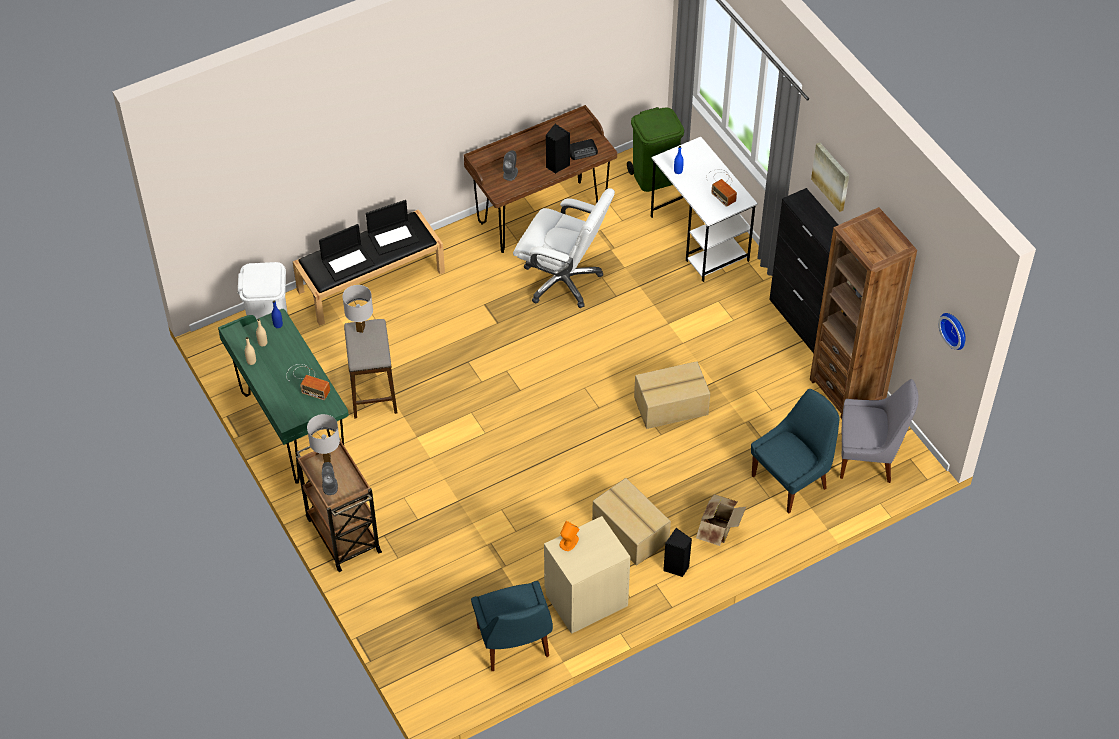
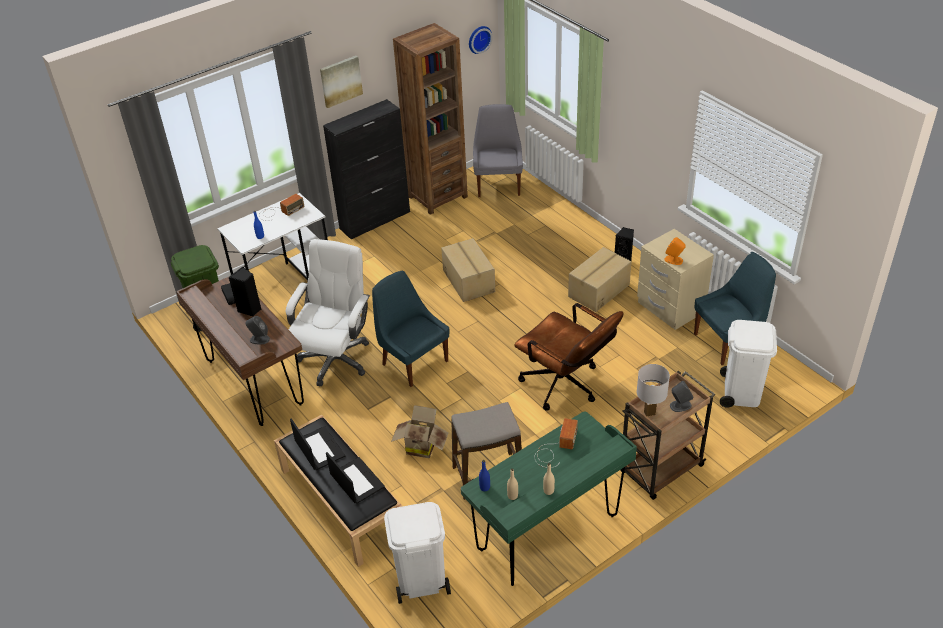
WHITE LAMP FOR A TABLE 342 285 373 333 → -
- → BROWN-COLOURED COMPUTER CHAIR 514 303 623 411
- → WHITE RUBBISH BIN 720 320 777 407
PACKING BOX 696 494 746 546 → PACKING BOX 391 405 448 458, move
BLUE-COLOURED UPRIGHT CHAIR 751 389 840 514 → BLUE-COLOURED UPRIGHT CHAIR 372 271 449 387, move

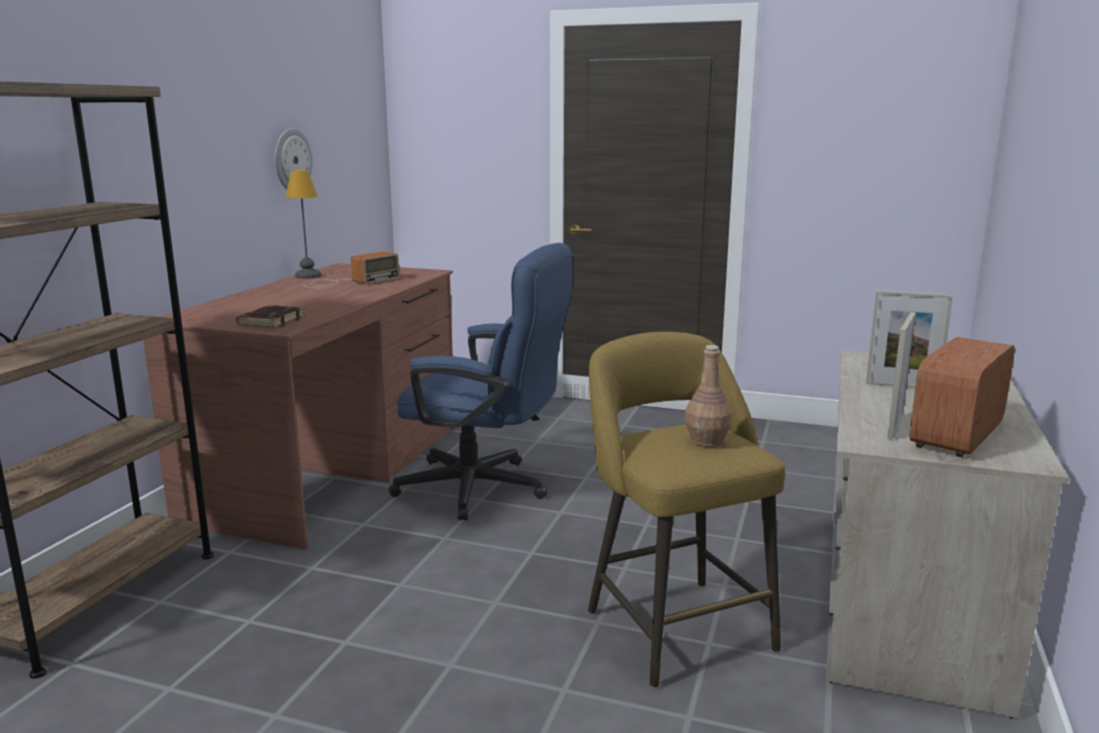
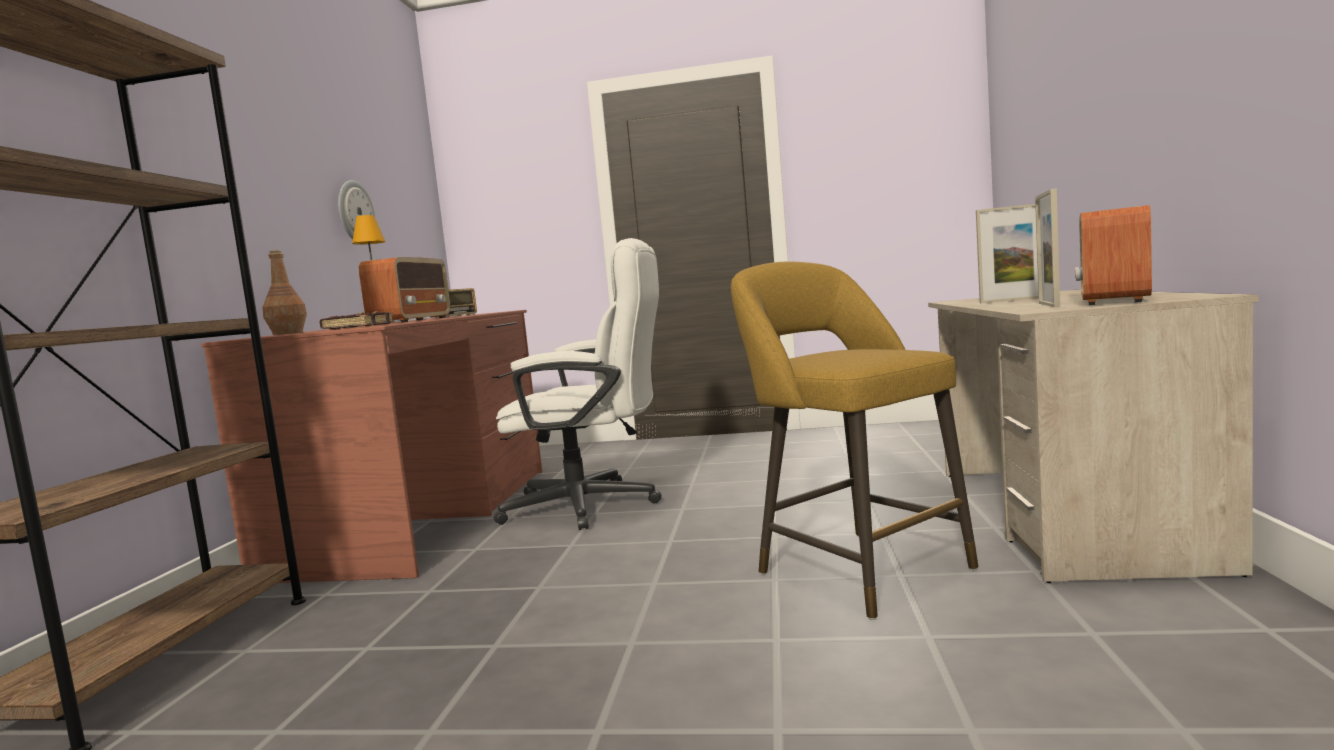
- → RADIO RECEIVER 359 257 450 323
BROWN-COLOURED BOTTLE 685 345 732 447 → BROWN-COLOURED BOTTLE 262 250 307 335, move
BLUE-COLOURED COMPUTER CHAIR 389 243 573 520 → WHITE COMPUTER CHAIR 493 238 662 530

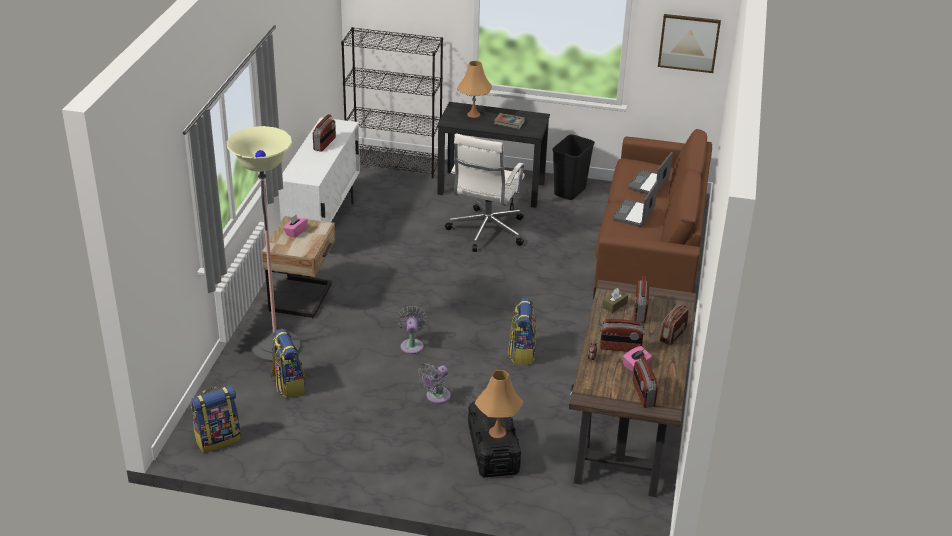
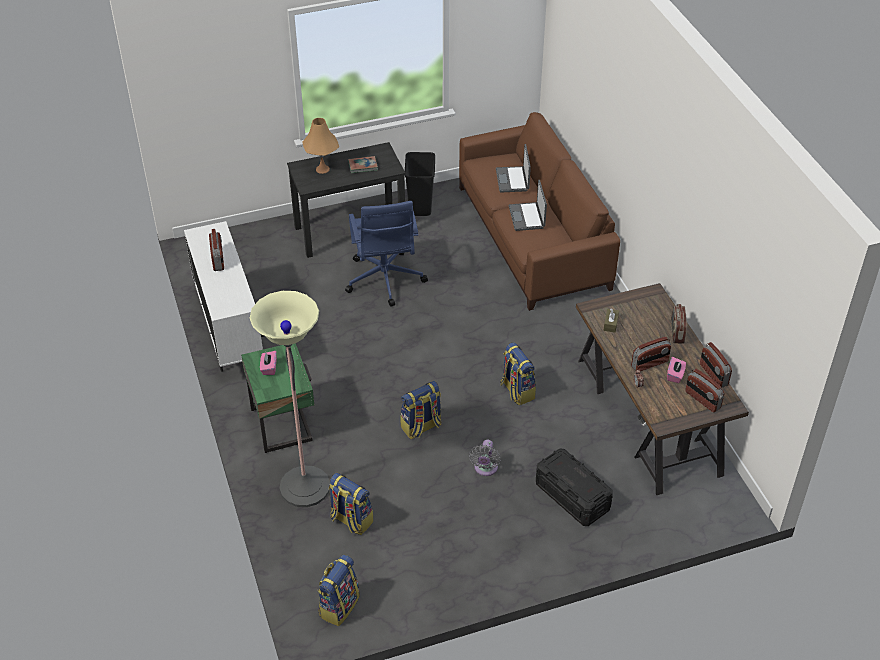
BLACK-COLOURED BOOKSHELF 341 27 443 179 → -
ORANGEY LAMP FOR A TABLE 475 370 523 438 → -
WALL ART 658 14 721 73 → -
RADIO RECEIVER 634 276 649 323 → RADIO RECEIVER 700 342 732 388, move
GREYISH FAN 396 306 428 354 → RUCKSACK 400 381 442 439
BEIGE-COLOURED NIGHT TABLE 262 216 336 318 → GREEN NIGHT TABLE 241 343 314 453
WHITE COMPUTER CHAIR 445 133 525 252 → BLUE-COLOURED COMPUTER CHAIR 345 201 428 307

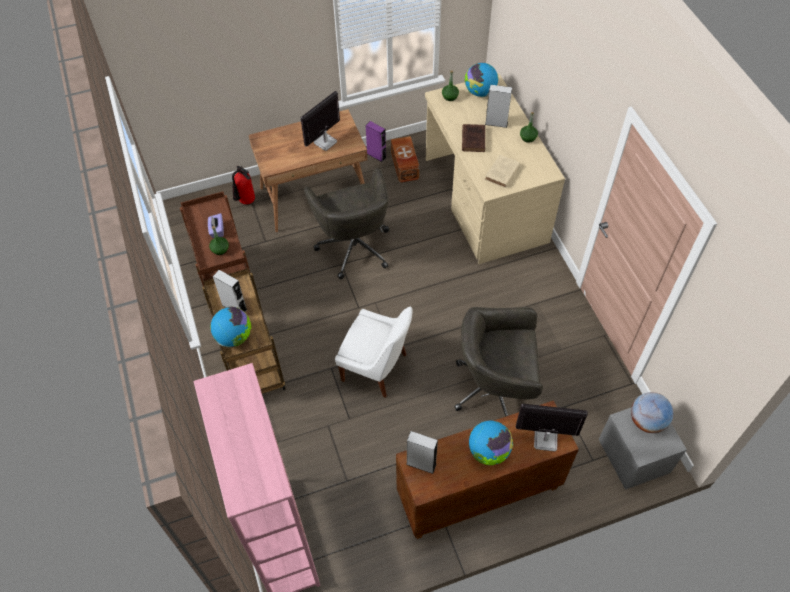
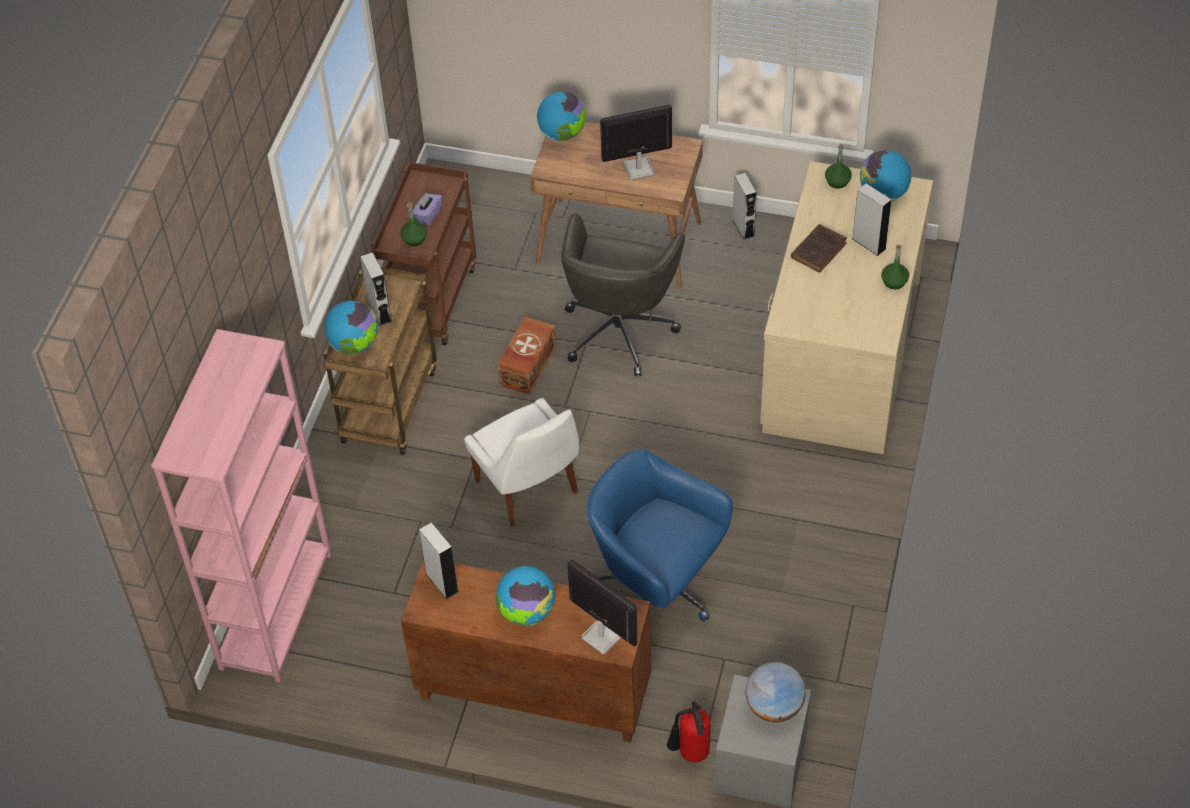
BEIGE-COLOURED VOLUME 485 155 520 188 → -
- → DESK GLOBE 537 92 586 141
EXTINGUISHER 232 166 255 205 → EXTINGUISHER 667 701 710 762, move
BROWN-COLOURED STORAGE CONTAINER 391 136 419 183 → BROWN-COLOURED STORAGE CONTAINER 498 317 556 394, move
PURPLISH AUDIO SPEAKER 366 121 386 162 → GREYISH AUDIO SPEAKER 732 173 757 240
GREYISH COMPUTER CHAIR 454 307 543 417 → BLUE-COLOURED COMPUTER CHAIR 587 449 733 622

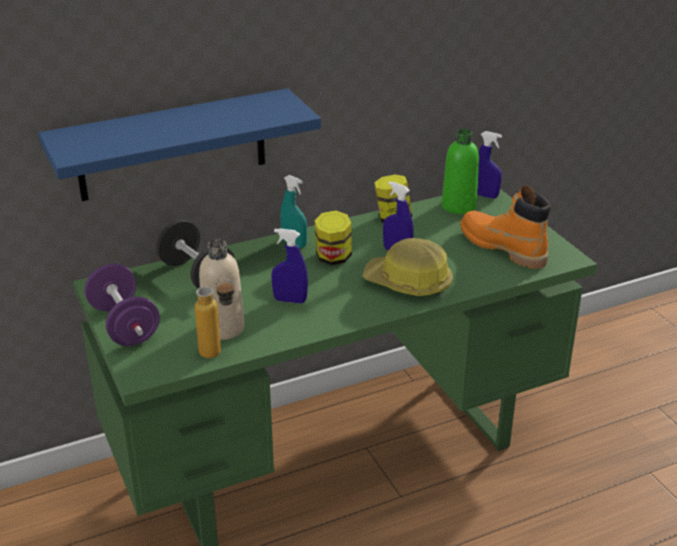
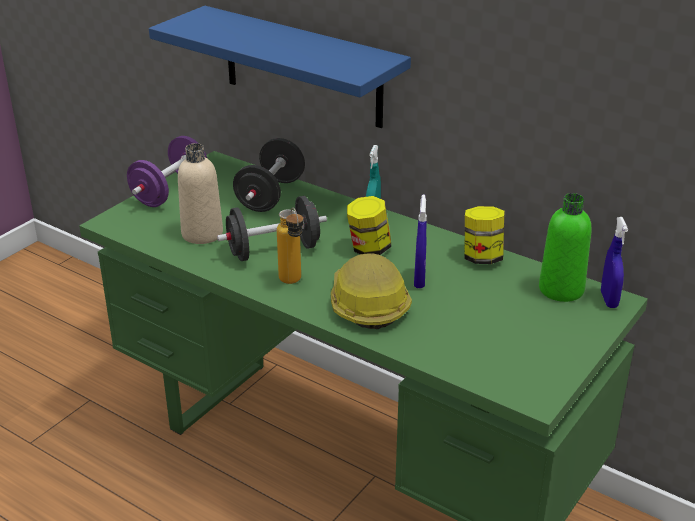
ORANGEY BOOT 460 185 551 269 → -
BOTTLE 195 279 235 358 → BOTTLE 277 208 304 284, move
BLUE-COLOURED SPRAY BOTTLE 271 228 308 303 → BLACK-COLOURED HAND WEIGHT 217 196 327 261

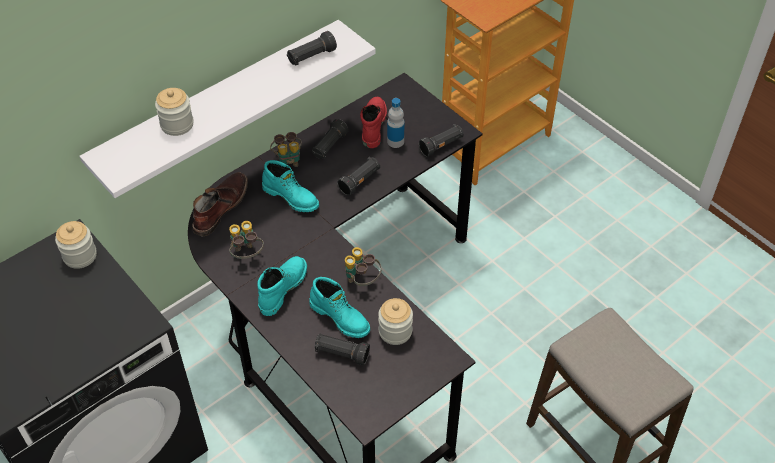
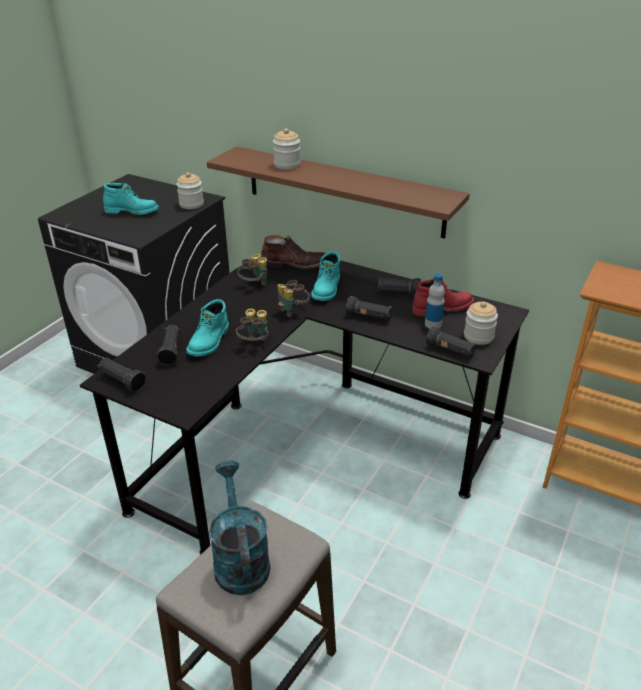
- → BLUE-GREEN SPRINKLING CAN 209 460 270 595
BLUE-GREEN BOOT 257 256 307 316 → BLUE-GREEN BOOT 103 183 159 215, move
FIELD GLASSES 270 132 302 167 → FIELD GLASSES 278 280 310 317, move
BLACK-COLOURED FLASHLIGHT 287 31 337 65 → BLACK-COLOURED FLASHLIGHT 97 358 146 392, move
JAR 378 298 413 345 → JAR 464 302 498 345, move
WHITE WALL SHELF 79 20 376 198 → BROWN-COLOURED WALL SHELF 207 146 469 239

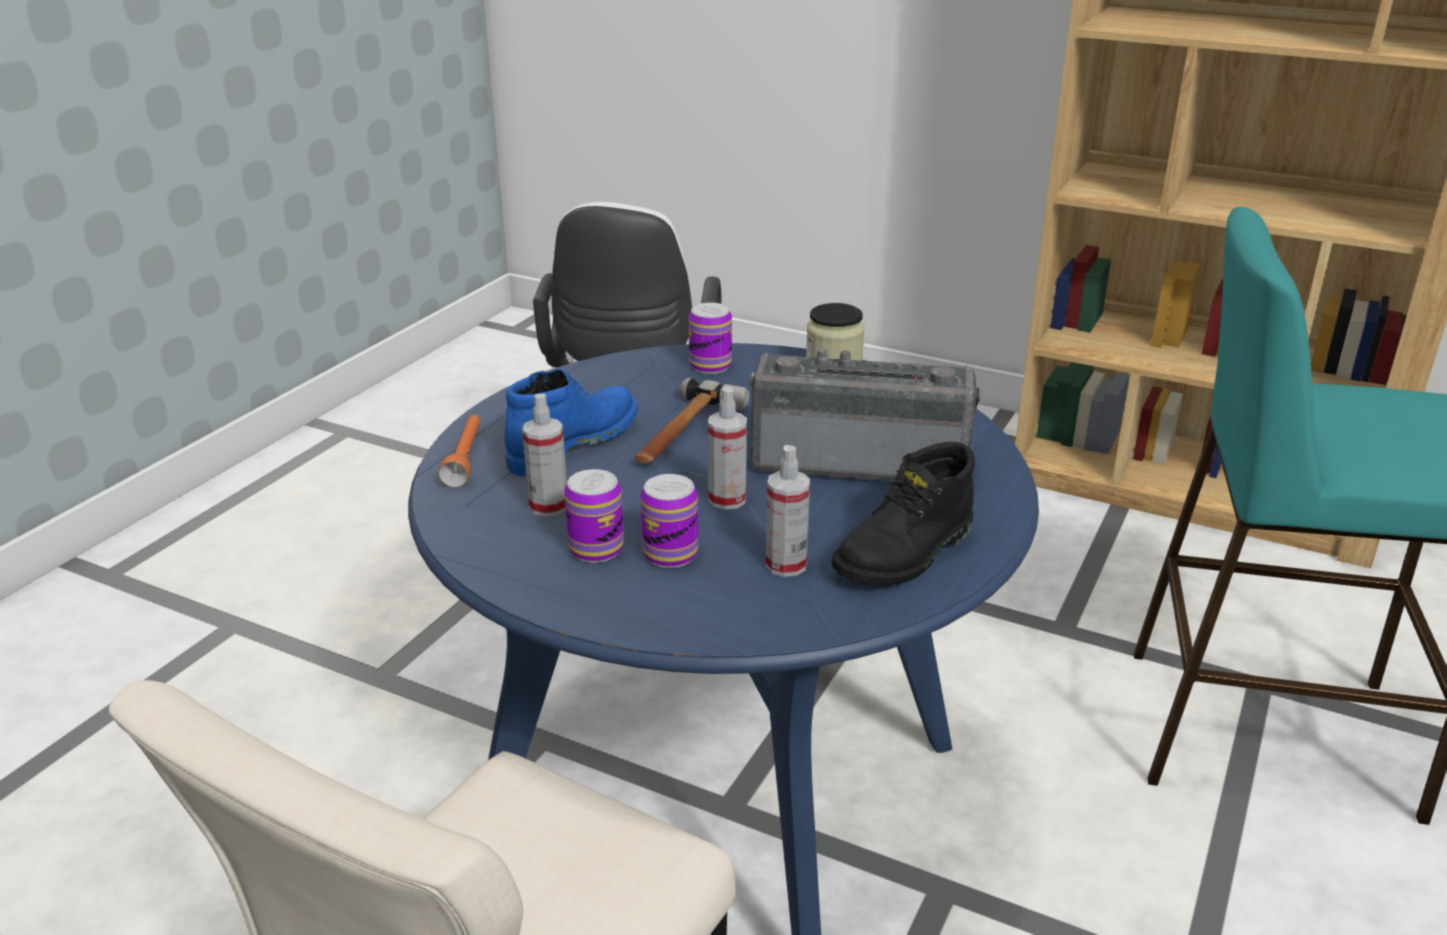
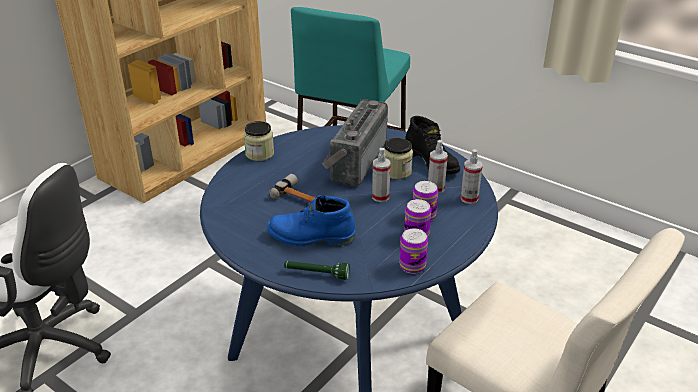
- → JAR 384 138 413 179
SPRAY BOTTLE 522 394 567 517 → SPRAY BOTTLE 461 149 483 204, move
METAL CAN 689 302 732 374 → METAL CAN 399 228 428 274, move
ORANGEY FLASHLIGHT 438 414 480 488 → GREEN FLASHLIGHT 284 261 350 280
BLUE-COLOURED BOOT 504 369 638 476 → BLUE-COLOURED BOOT 267 195 355 246, 45 degrees counterclockwise

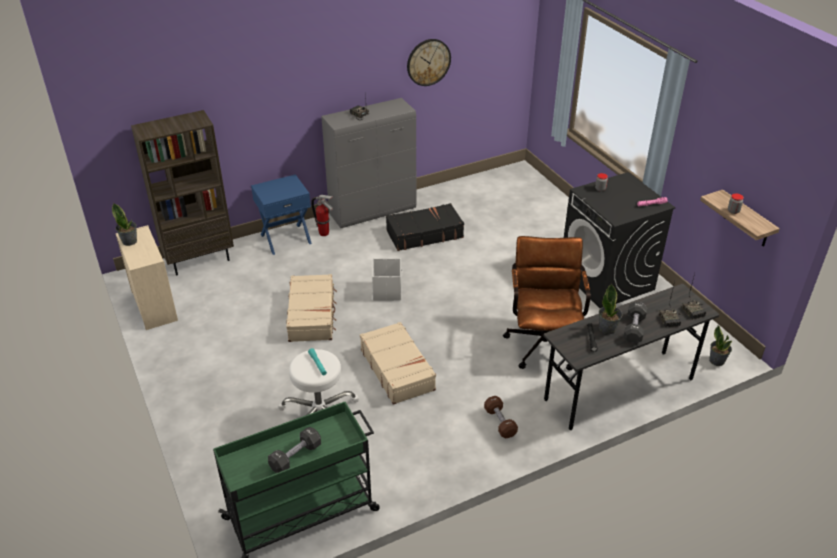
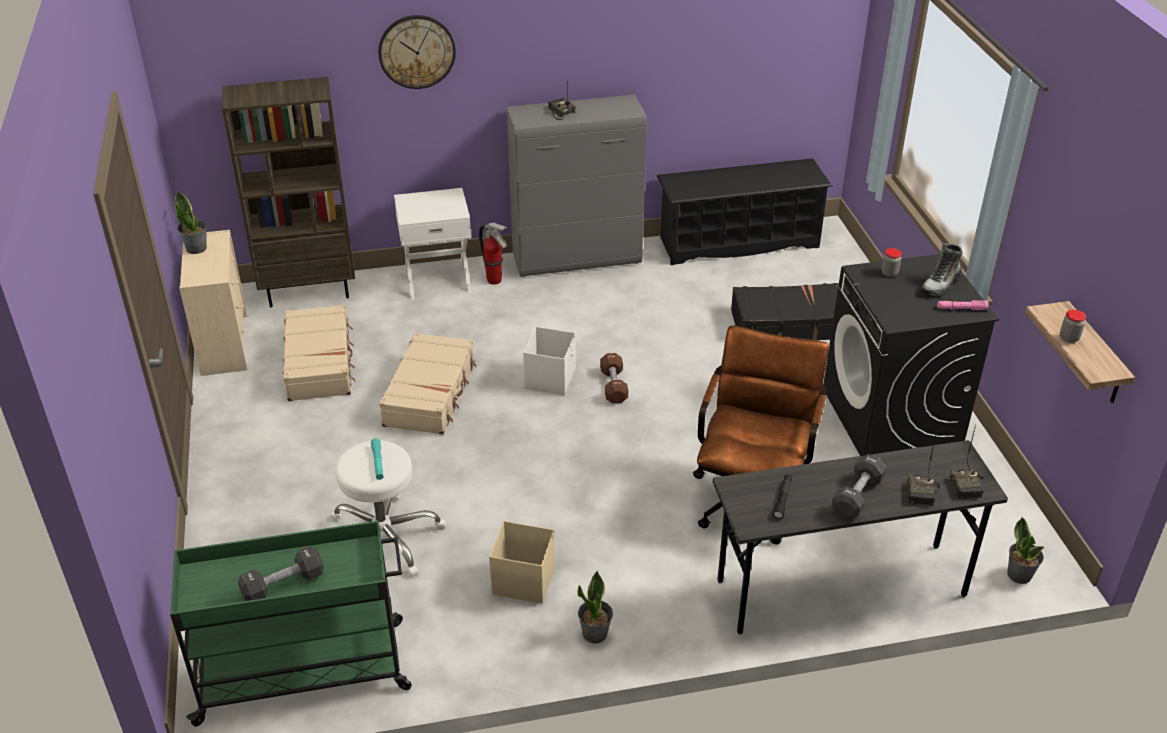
- → BEIGE-COLOURED STORAGE CONTAINER 489 521 555 604
- → BLACK-COLOURED SHOE STAND 657 158 832 265
- → BOOT 920 243 962 297
BEIGE-COLOURED TRAVEL CASE 360 322 436 405 → BEIGE-COLOURED TRAVEL CASE 283 305 355 401, move
BLACK-COLOURED TRAVEL CASE 386 203 464 251 → BLACK-COLOURED TRAVEL CASE 731 283 839 340, move
CLOCK ON THE WALL 407 39 451 86 → CLOCK ON THE WALL 378 15 456 89, move
BROWN-COLOURED HAND WEIGHT 484 396 518 438 → BROWN-COLOURED HAND WEIGHT 600 353 628 403, move
PLANT IN A POT 599 284 622 334 → PLANT IN A POT 577 570 613 643, move
BLUE-COLOURED NIGHT TABLE 251 174 312 255 → WHITE NIGHT TABLE 394 188 471 300

